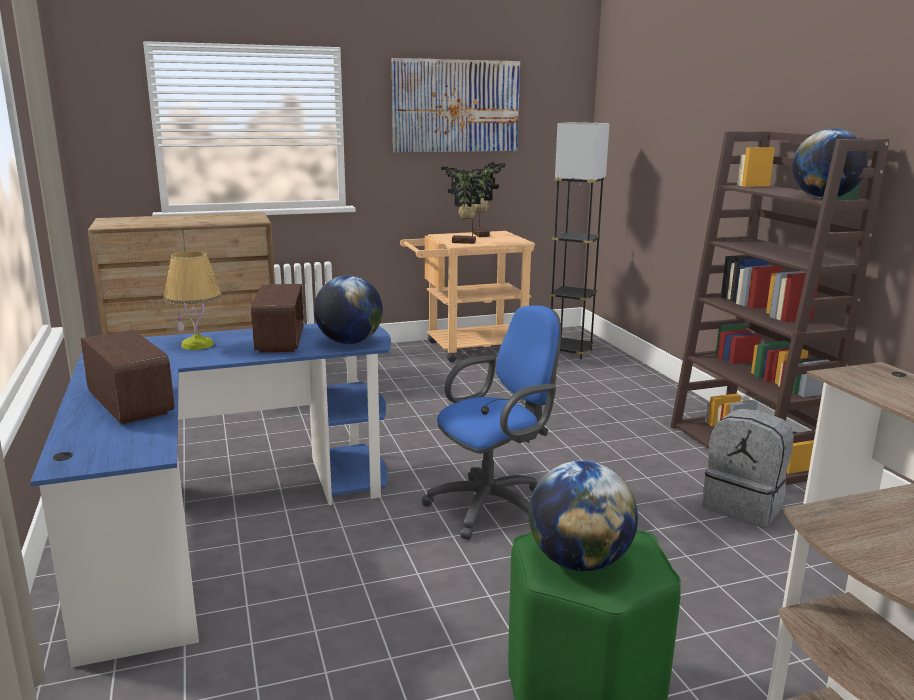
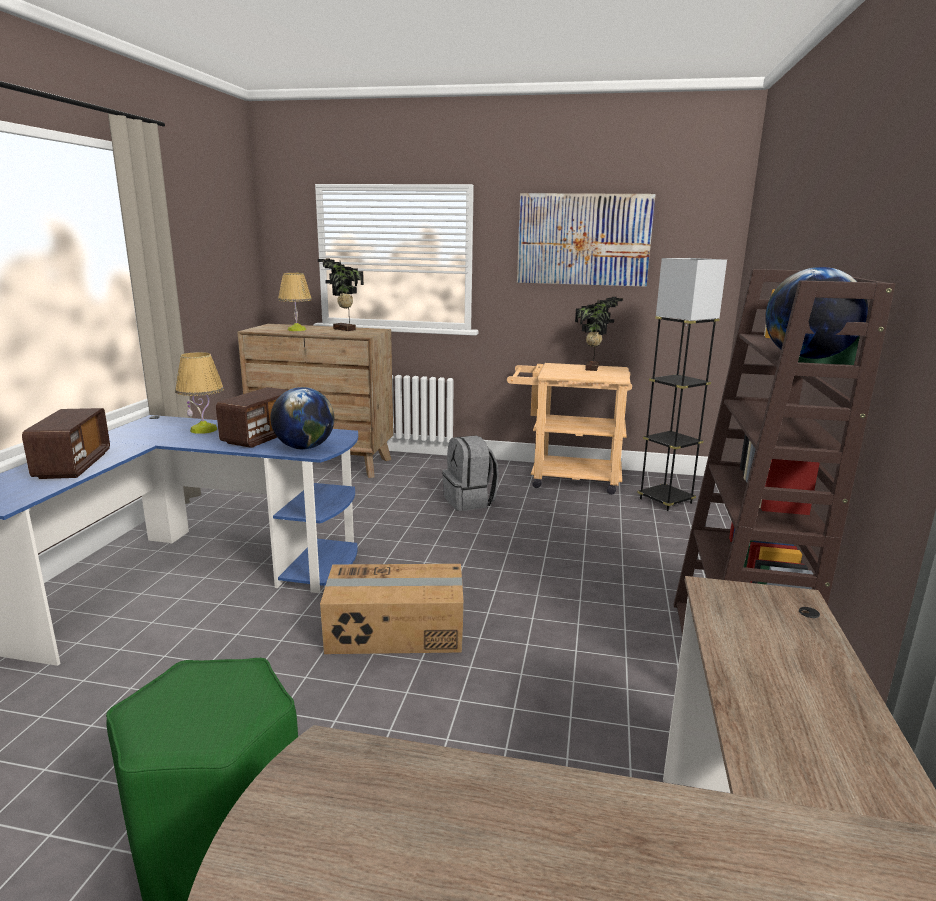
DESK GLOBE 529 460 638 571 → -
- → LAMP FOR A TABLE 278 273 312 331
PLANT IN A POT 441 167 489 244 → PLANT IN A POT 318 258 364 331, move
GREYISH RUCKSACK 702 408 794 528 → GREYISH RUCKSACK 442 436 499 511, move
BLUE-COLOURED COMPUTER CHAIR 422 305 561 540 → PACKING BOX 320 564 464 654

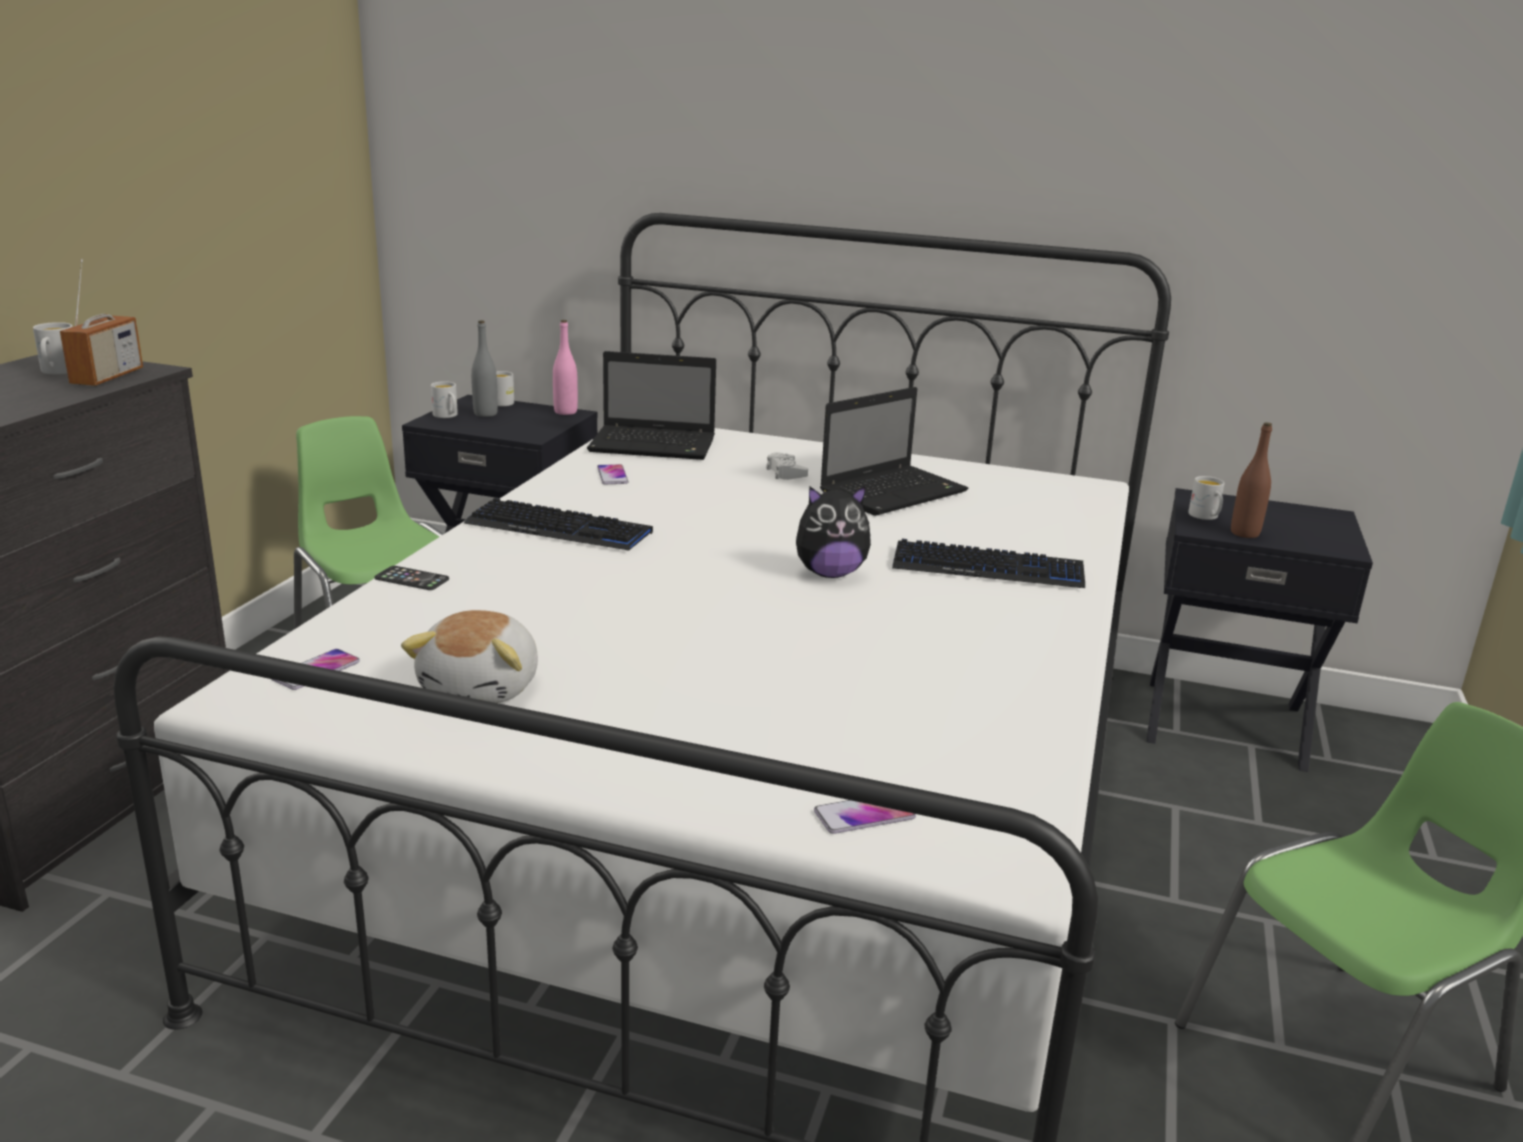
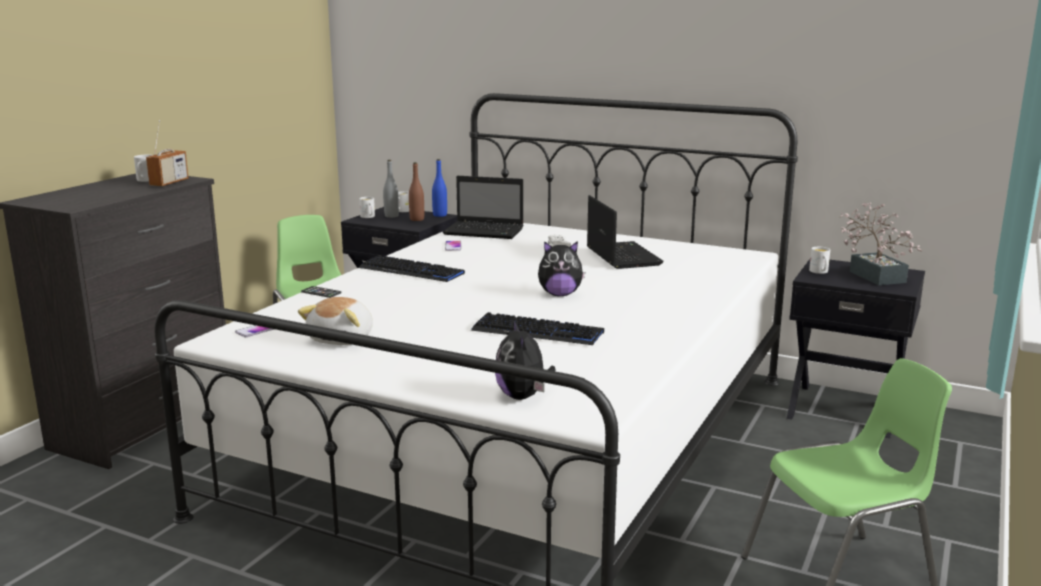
- → PLANT IN A POT 839 202 922 285
PC KEYBOARD 892 539 1085 588 → PC KEYBOARD 471 312 604 345, move
BROWN-COLOURED BOTTLE 1231 422 1272 538 → BROWN-COLOURED BOTTLE 409 162 424 221, move
PHONE 814 800 916 834 → CUDDLY TOY 495 320 555 400
PINK-COLOURED BOTTLE 553 320 578 415 → BLUE-COLOURED BOTTLE 432 159 447 217
NOTEBOOK COMPUTER 820 387 968 516 → NOTEBOOK COMPUTER 587 195 664 269, 75 degrees counterclockwise

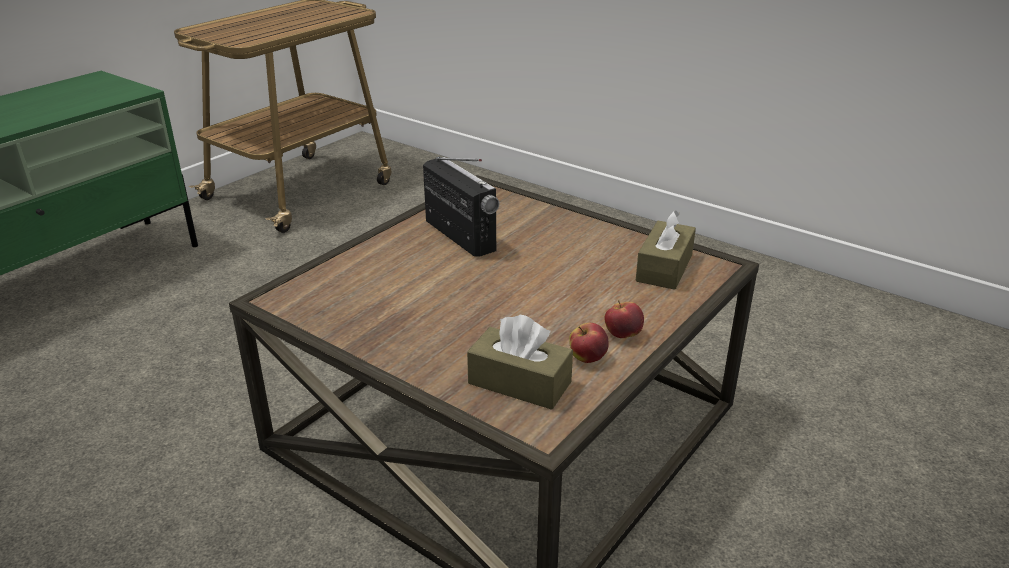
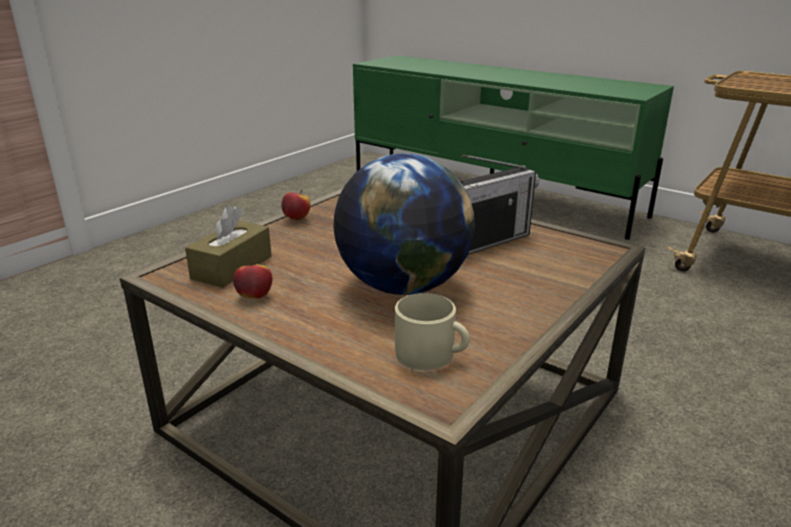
- → DESK GLOBE 333 154 475 295
APPLE FRUIT 604 300 644 338 → APPLE FRUIT 281 190 311 221, move
BROWN-COLOURED BOX OF TISSUES 636 210 696 290 → BEIGE-COLOURED TEA MUG 395 293 470 370

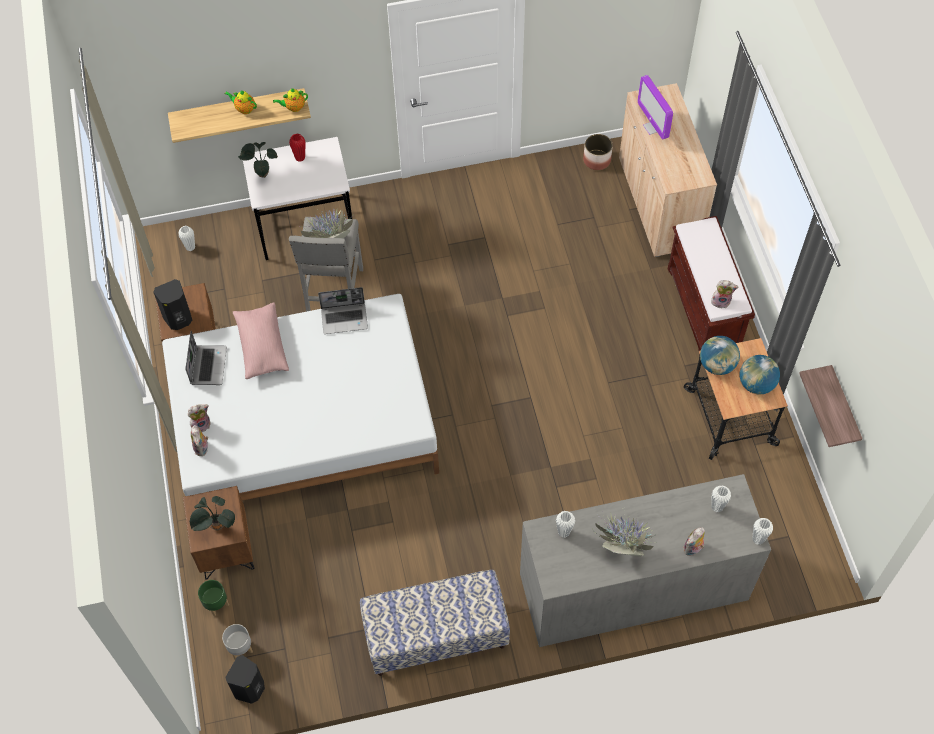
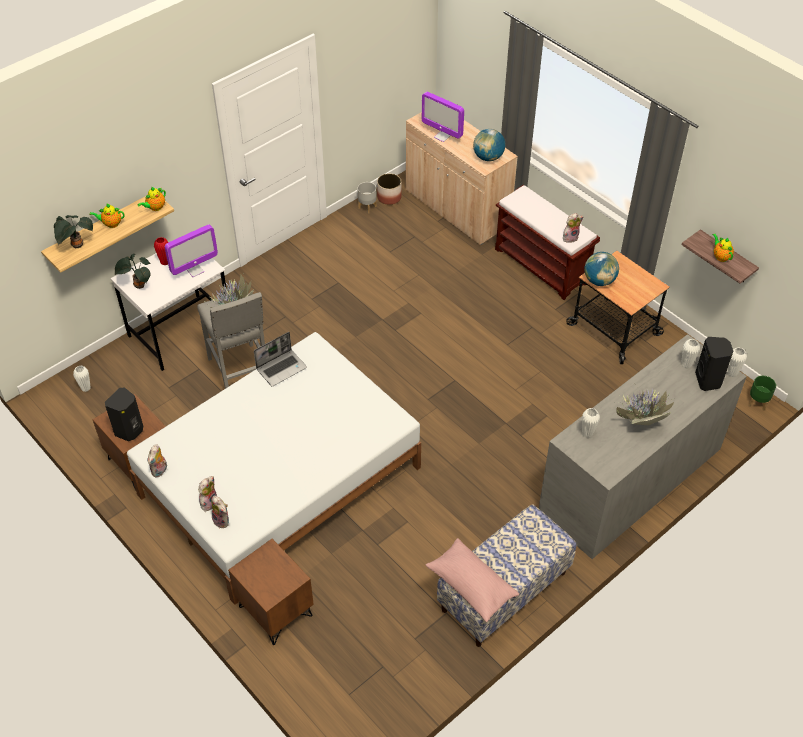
NOTEBOOK COMPUTER 185 331 227 385 → -
- → COMPUTER DISPLAY 165 225 218 277
- → TEAPOT 712 234 734 262
PLANT IN A POT 190 496 235 531 → PLANT IN A POT 54 215 93 248, move
GREEN PLANTER 198 580 229 616 → GREEN PLANTER 749 376 776 410, move
GREYISH PLANTER 222 624 253 659 → GREYISH PLANTER 358 182 377 214, move
BLACK-COLOURED AUDIO SPEAKER 225 655 265 704 → BLACK-COLOURED AUDIO SPEAKER 695 337 733 391, move
PINK-COLOURED THROW PILLOW 233 303 289 379 → PINK-COLOURED THROW PILLOW 425 538 519 622, move
CUDDLY TOY 683 527 705 556 → CUDDLY TOY 147 444 167 478, move
DESK GLOBE 740 355 780 395 → DESK GLOBE 473 129 505 161, move

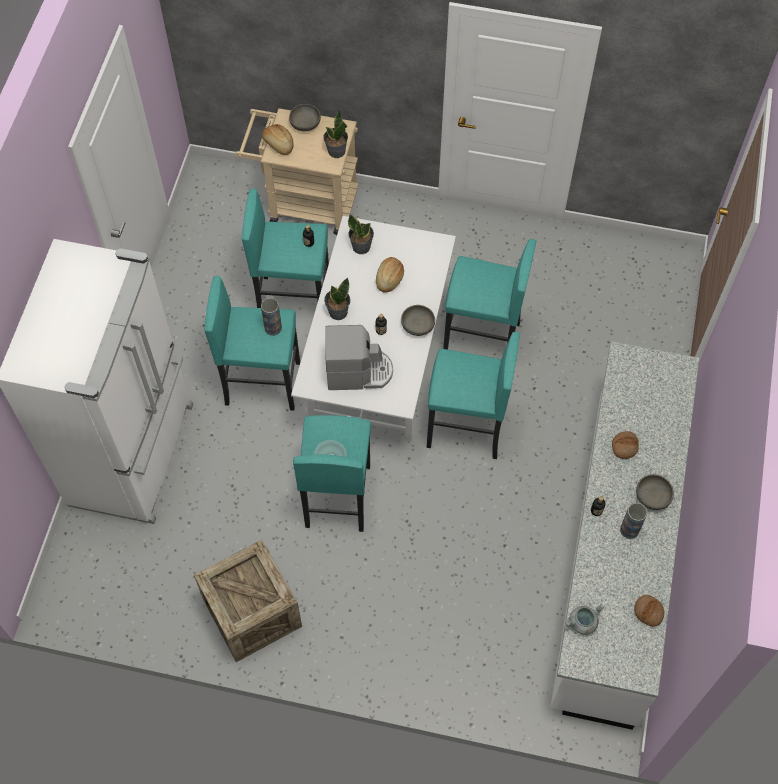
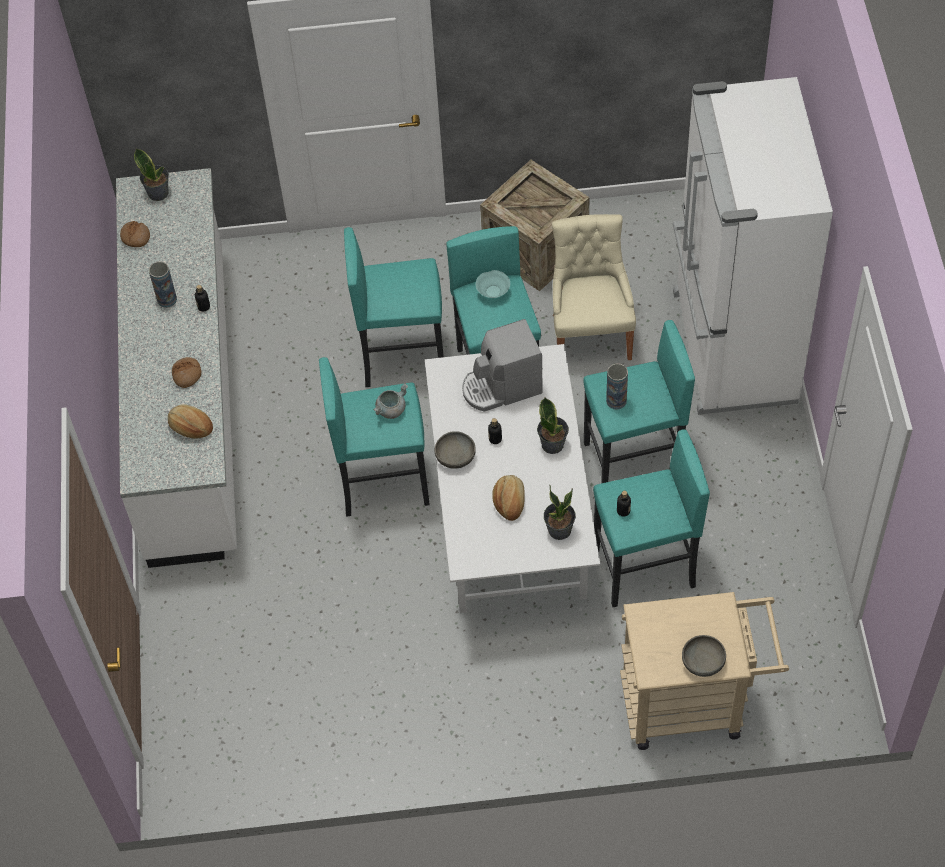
GREYISH BOWL 636 474 674 510 → -
- → BEIGE-COLOURED UPRIGHT CHAIR 552 214 636 360
BAKERY BREAD 262 124 294 155 → BAKERY BREAD 168 404 213 439, move
PLANT IN A POT 323 110 348 158 → PLANT IN A POT 134 149 169 201, move
BLUE-GREEN SITTING STOOL 443 239 536 350 → BLUE-GREEN SITTING STOOL 344 227 444 387, move
GREYISH SAUCEPOT 565 604 604 635 → GREYISH SAUCEPOT 373 383 408 419, move

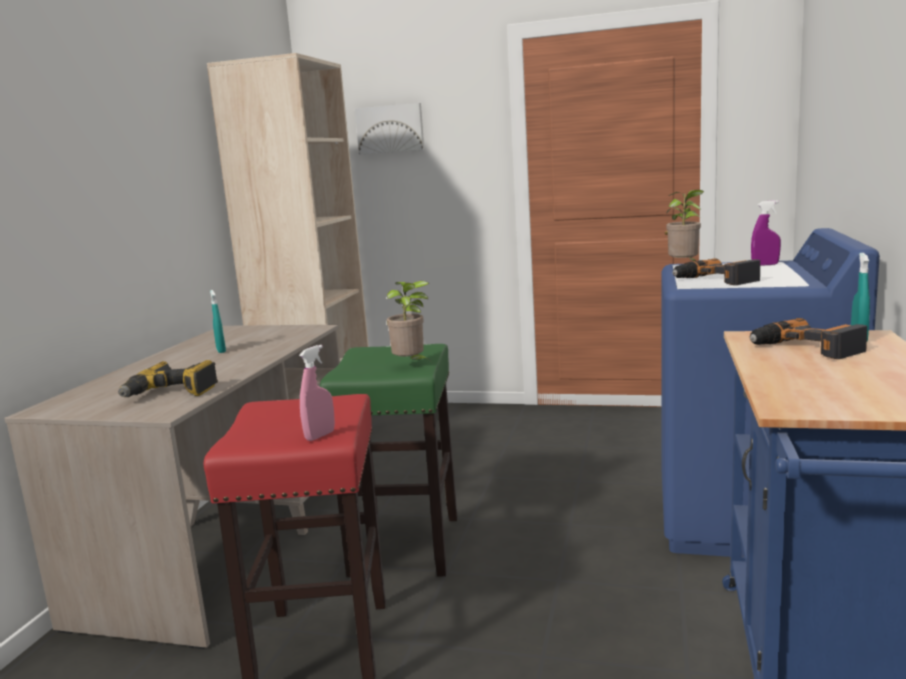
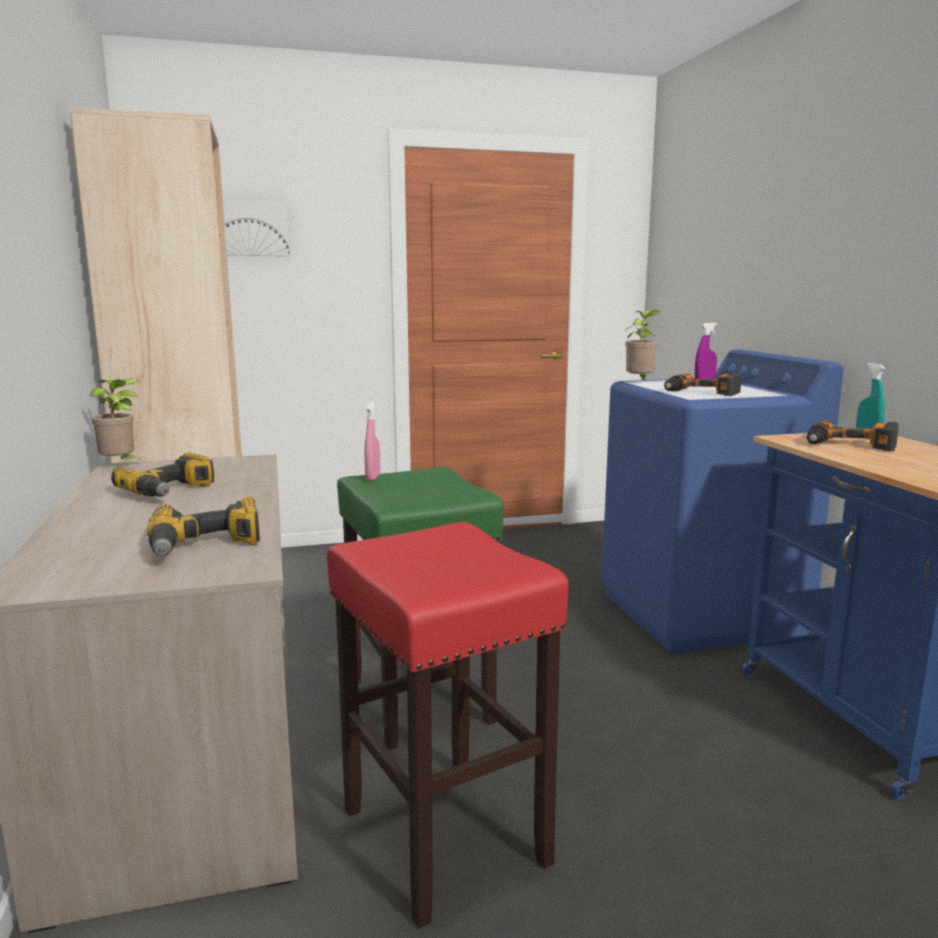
PINK-COLOURED SPRAY BOTTLE 299 345 335 441 → PINK-COLOURED SPRAY BOTTLE 364 402 380 481, move
PLANT IN A POT 387 281 429 360 → PLANT IN A POT 90 378 139 459, move
BLUE-GREEN SPRAY BOTTLE 210 290 226 353 → ELECTRIC DRILL 111 453 214 497

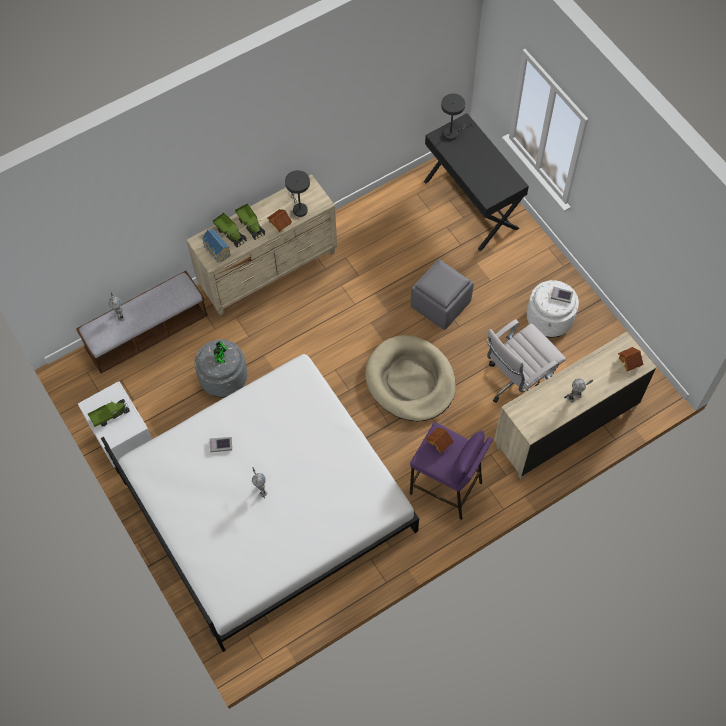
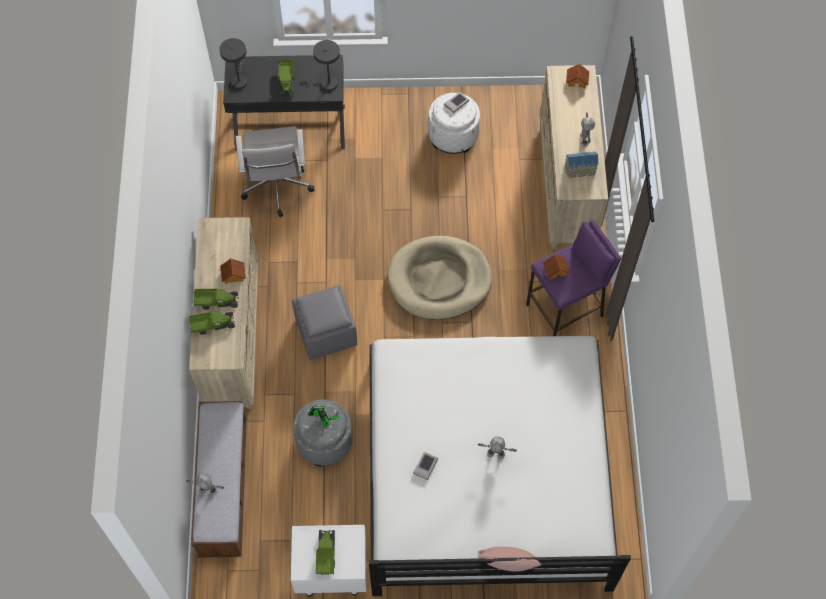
- → TOY LORRY 278 60 295 98
- → PINK-COLOURED THROW PILLOW 478 547 541 571
MINIATURE HOUSE 202 229 231 262 → MINIATURE HOUSE 565 151 598 178, move
GREYISH LAMP FOR A TABLE 285 170 310 217 → GREYISH LAMP FOR A TABLE 302 40 340 91, move
GREYISH FOOTREST 411 259 474 330 → GREYISH FOOTREST 292 285 357 360, move
WHITE COMPUTER CHAIR 486 319 566 403 → WHITE COMPUTER CHAIR 236 126 315 217, move

